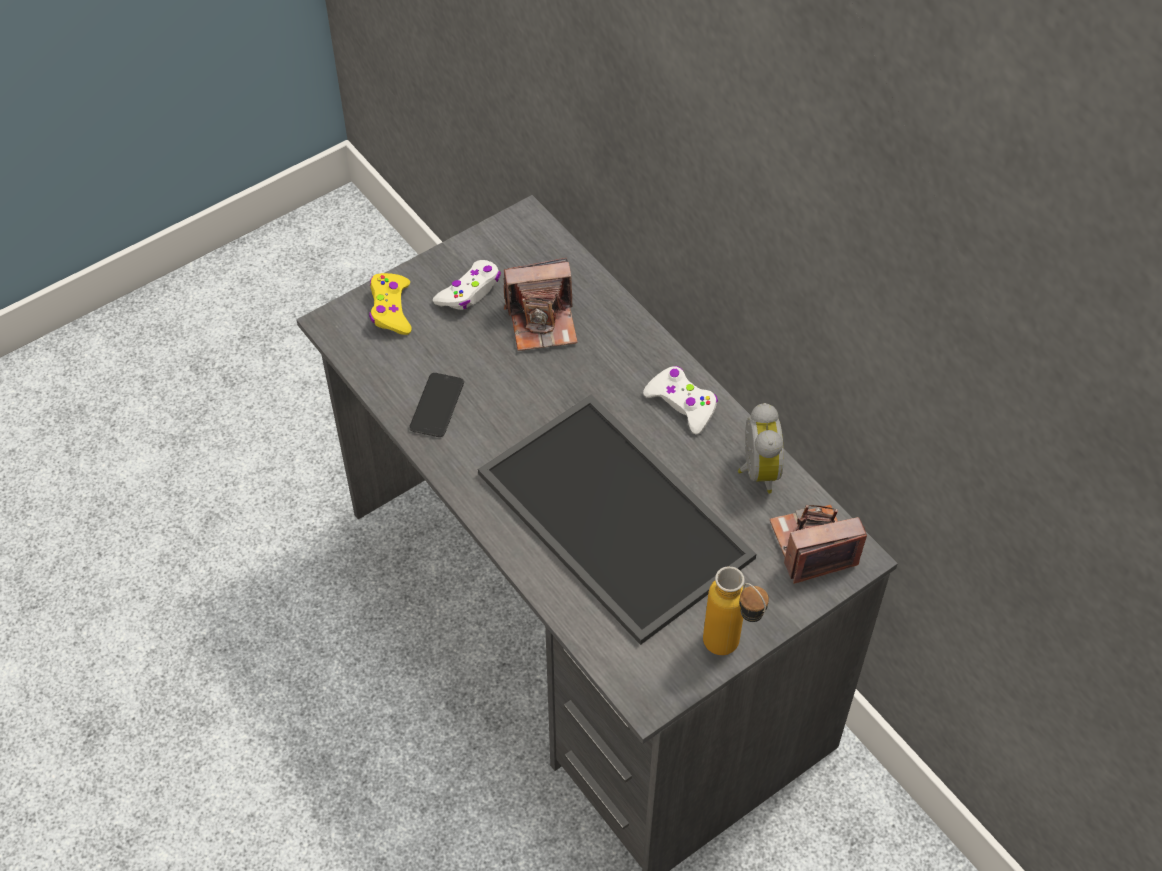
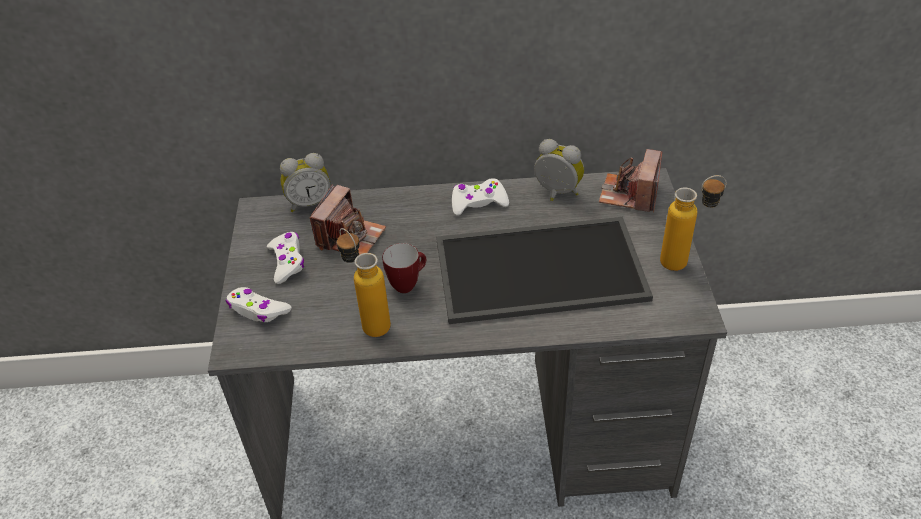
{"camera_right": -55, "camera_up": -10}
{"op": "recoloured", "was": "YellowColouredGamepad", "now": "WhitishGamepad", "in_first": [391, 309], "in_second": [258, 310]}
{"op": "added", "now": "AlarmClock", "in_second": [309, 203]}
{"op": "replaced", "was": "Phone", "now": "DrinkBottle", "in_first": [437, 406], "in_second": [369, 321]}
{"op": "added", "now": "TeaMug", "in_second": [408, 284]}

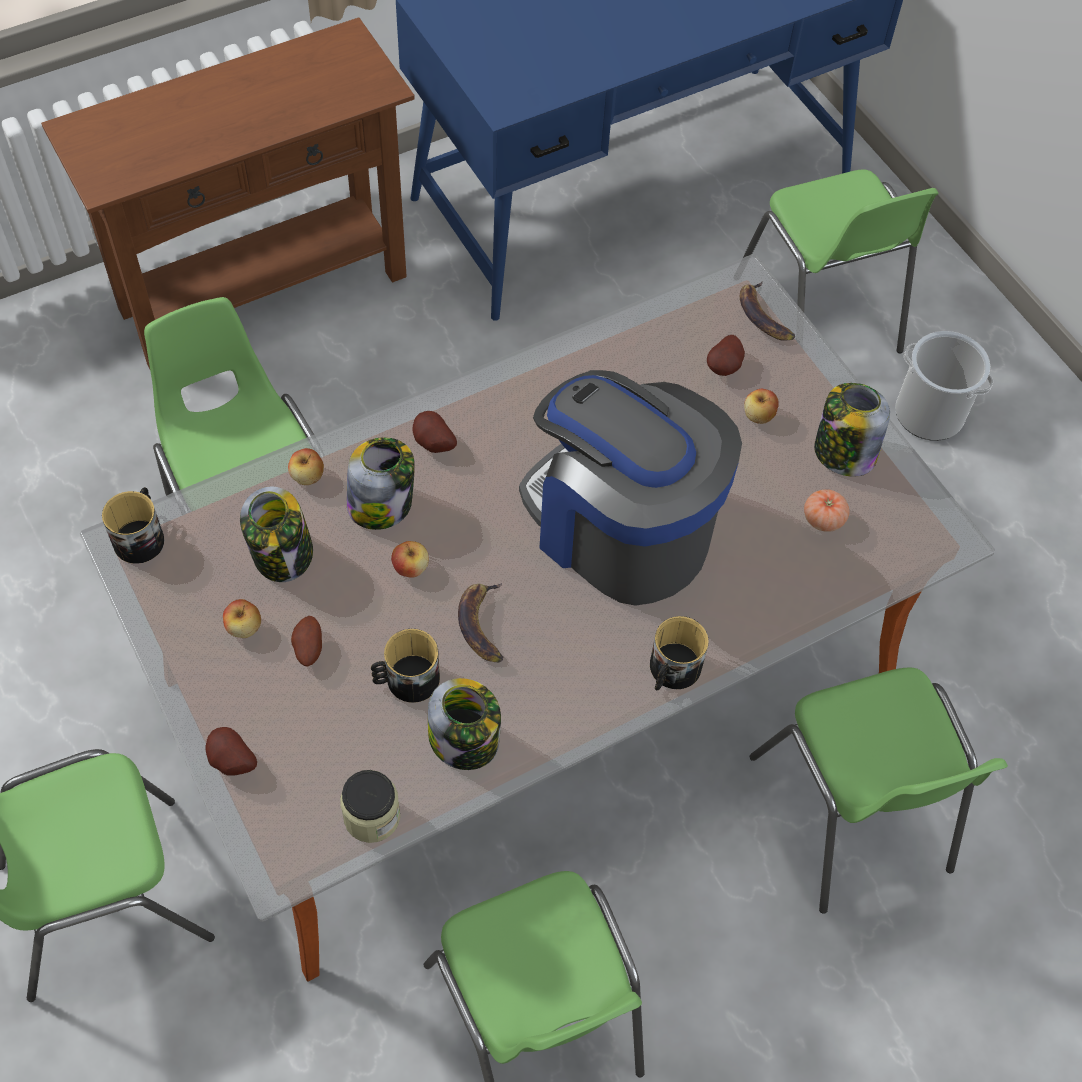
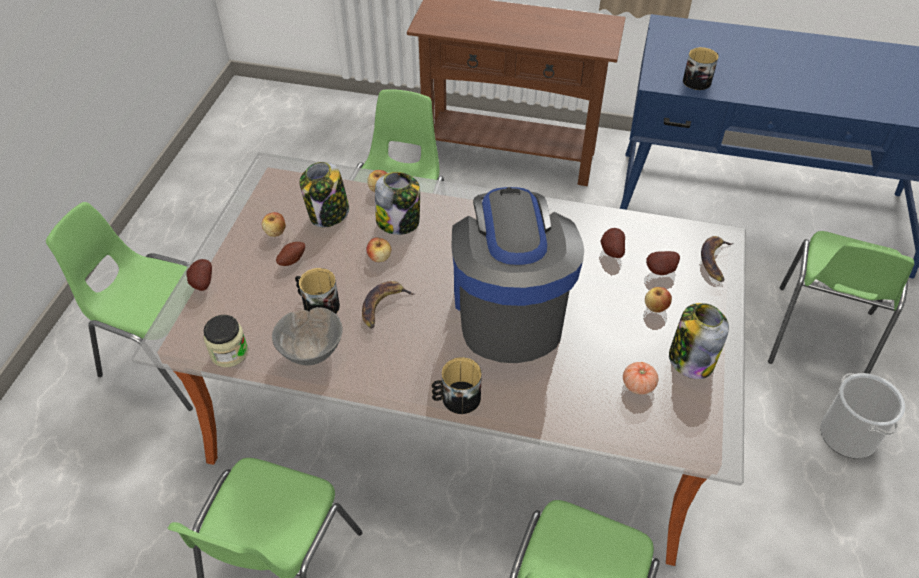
{"camera_right": 45, "camera_up": -10}
{"op": "replaced", "was": "Jar", "now": "GrayBowl", "in_first": [465, 741], "in_second": [312, 352]}
{"op": "moved", "was": "Potato", "in_first": [432, 444], "in_second": [611, 251]}
{"op": "moved", "was": "TeaMug", "in_first": [141, 536], "in_second": [699, 80]}

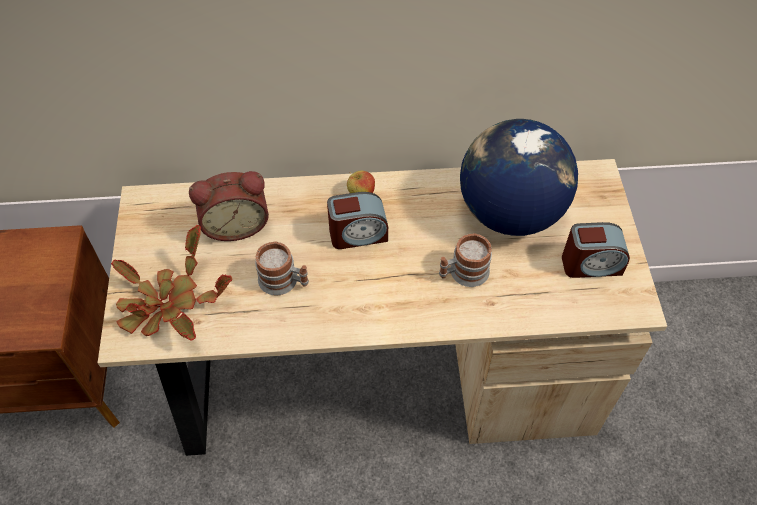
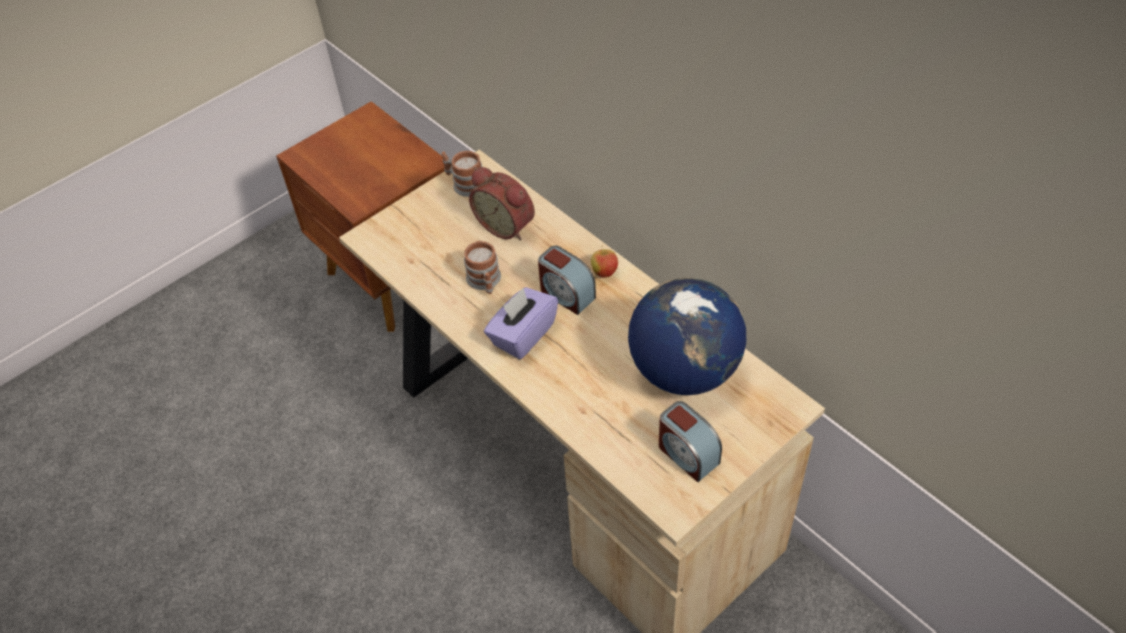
{"camera_right": 55, "camera_up": -5}
{"op": "moved", "was": "TeaMug", "in_first": [463, 273], "in_second": [464, 184]}
{"op": "added", "now": "PurpleColouredBoxOfTissues", "in_second": [522, 335]}
{"op": "removed", "was": "Houseplant", "in_first": [167, 305]}

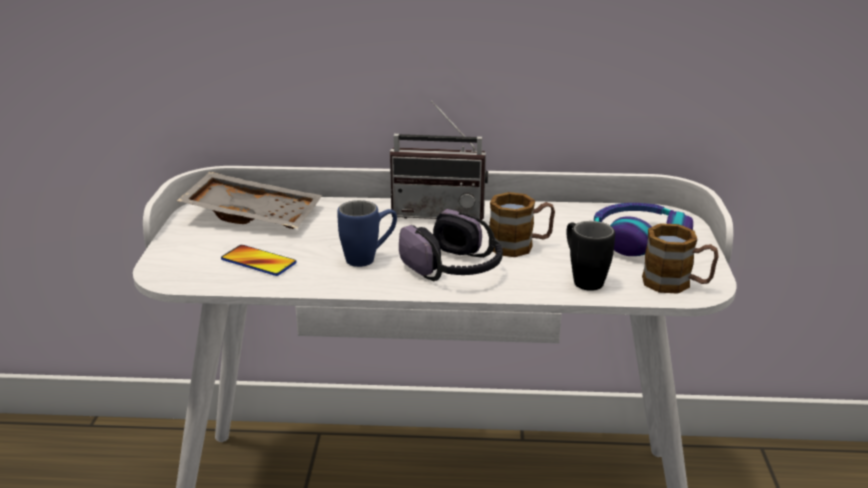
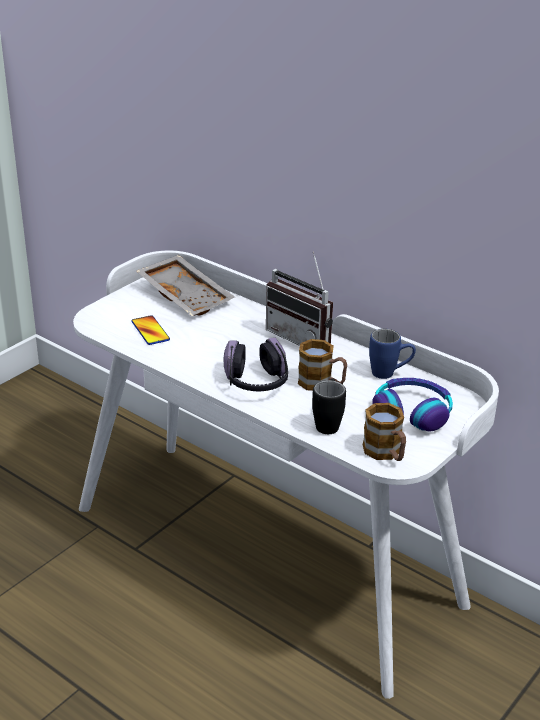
{"camera_right": 35, "camera_up": 5}
{"op": "moved", "was": "BlueTeaMug", "in_first": [369, 258], "in_second": [390, 374]}

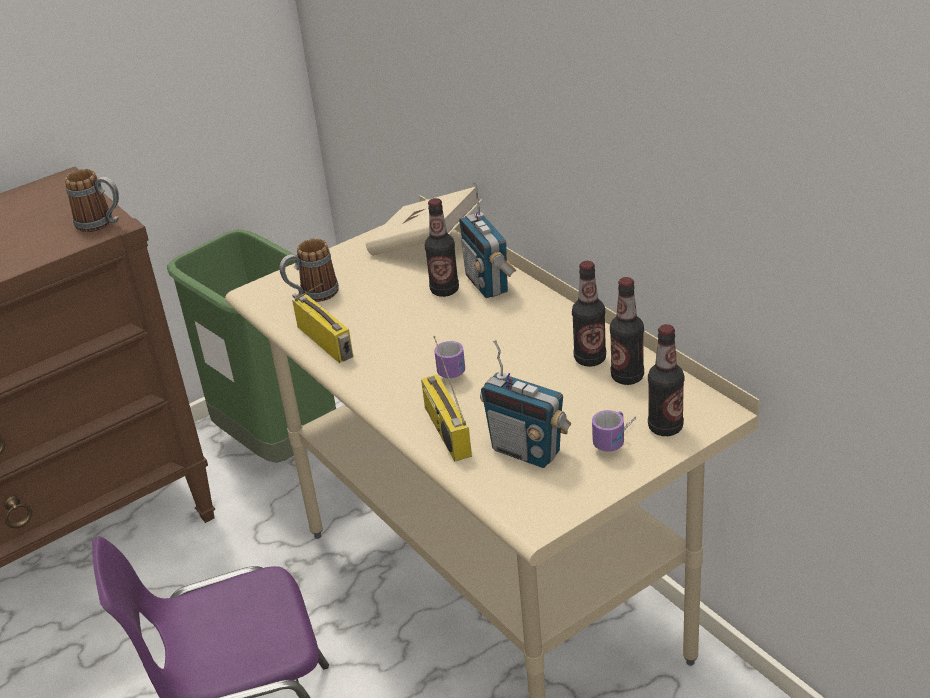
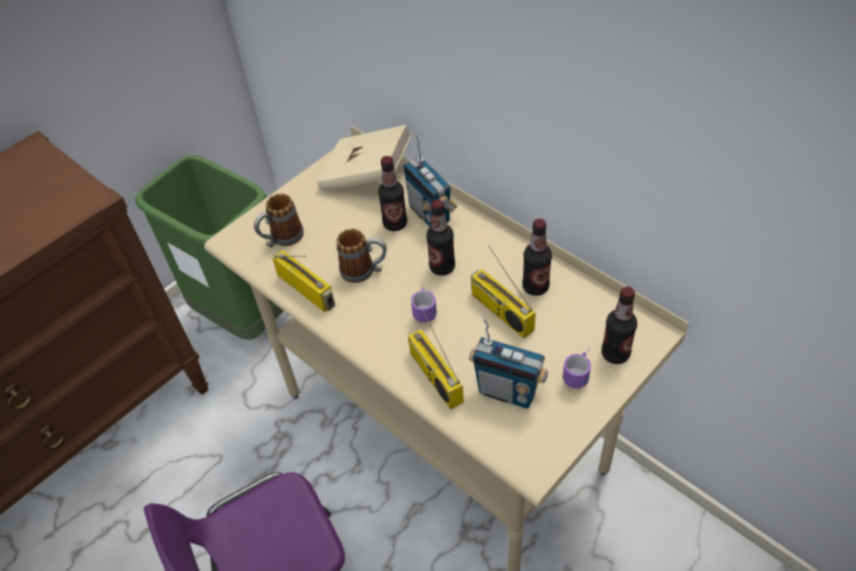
{"camera_right": -10, "camera_up": 15}
{"op": "moved", "was": "TeaMug", "in_first": [101, 224], "in_second": [365, 271]}
{"op": "moved", "was": "DrinkBottle", "in_first": [627, 377], "in_second": [442, 267]}
{"op": "added", "now": "RadioSet", "in_second": [500, 312]}

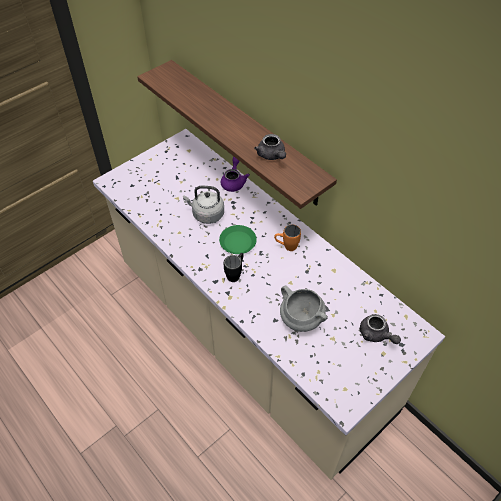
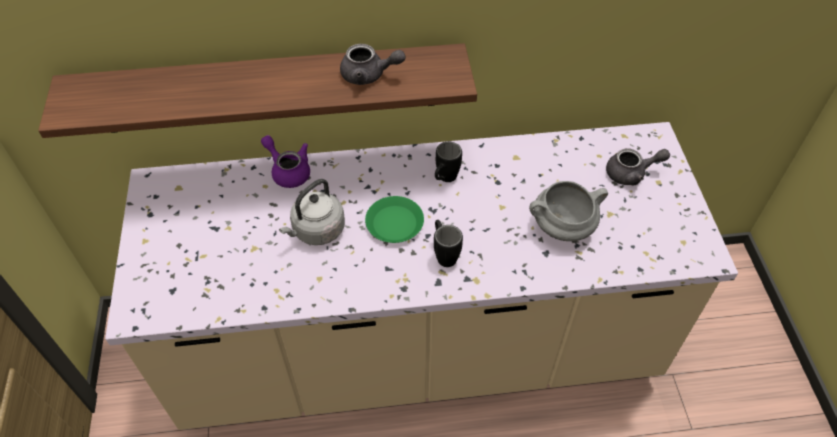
{"camera_right": -55, "camera_up": 0}
{"op": "recoloured", "was": "OrangeColouredTeaMug", "now": "BlackTeaMug", "in_first": [286, 246], "in_second": [444, 180]}

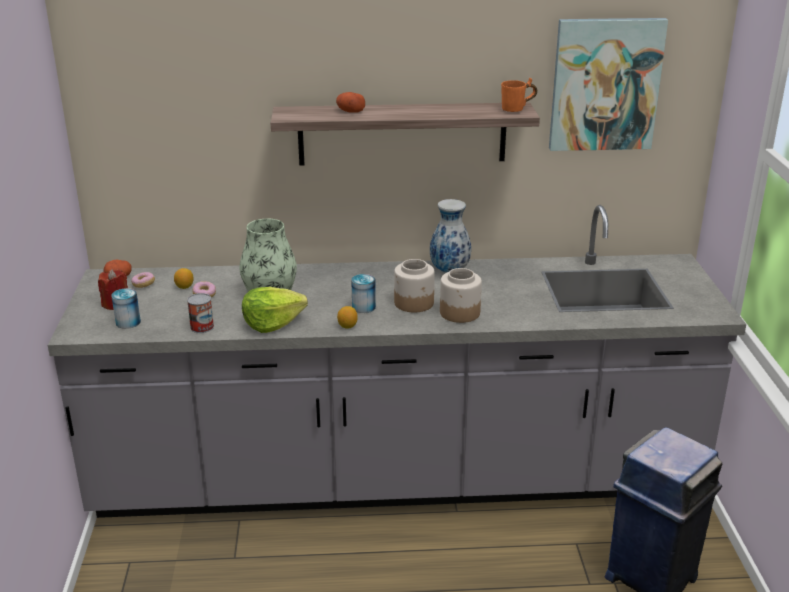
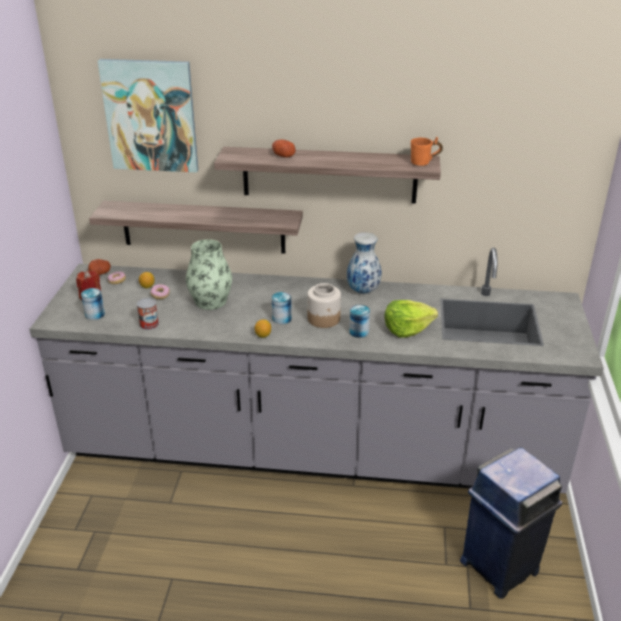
{"camera_right": 10, "camera_up": 5}
{"op": "added", "now": "Shelf", "in_second": [203, 227]}
{"op": "moved", "was": "WallPicture", "in_first": [605, 84], "in_second": [151, 116]}
{"op": "replaced", "was": "Jar", "now": "SealedCan", "in_first": [460, 313], "in_second": [359, 332]}
{"op": "moved", "was": "HeadOfLettuce", "in_first": [272, 323], "in_second": [407, 329]}

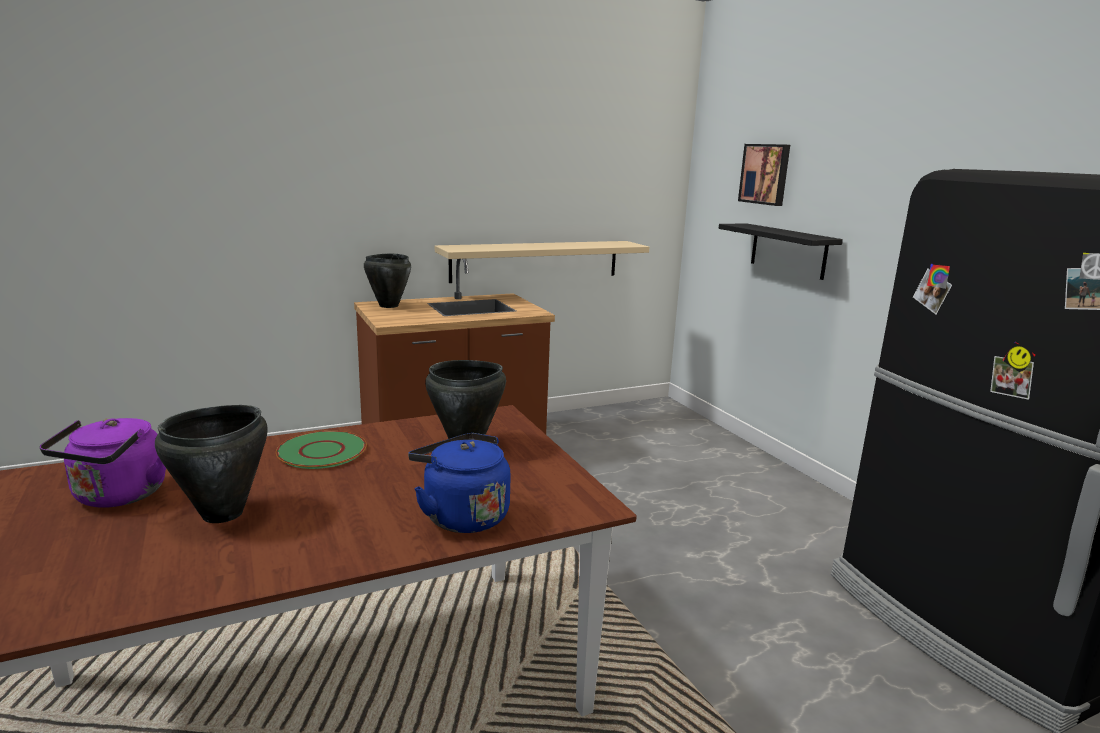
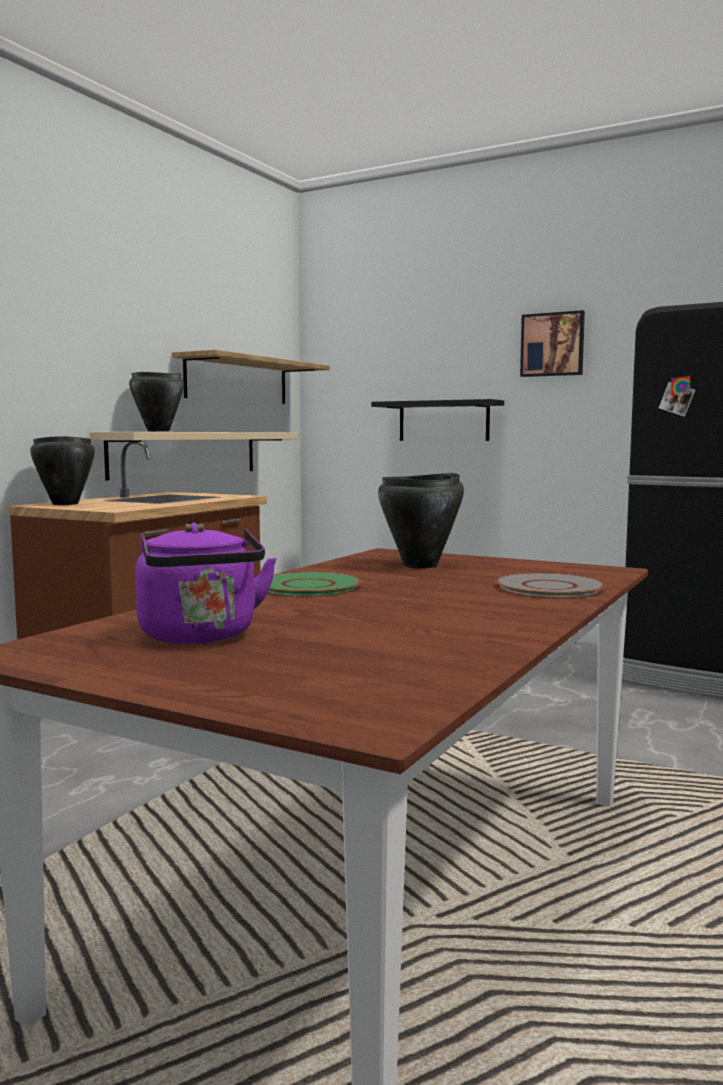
{"camera_right": -35, "camera_up": -10}
{"op": "moved", "was": "BlackSaucepot", "in_first": [223, 514], "in_second": [159, 431]}
{"op": "added", "now": "Shelf", "in_second": [237, 380]}
{"op": "replaced", "was": "BlueWaterKettle", "now": "GrayPlate", "in_first": [462, 515], "in_second": [548, 587]}
{"op": "moved", "was": "WallPicture", "in_first": [765, 174], "in_second": [552, 344]}

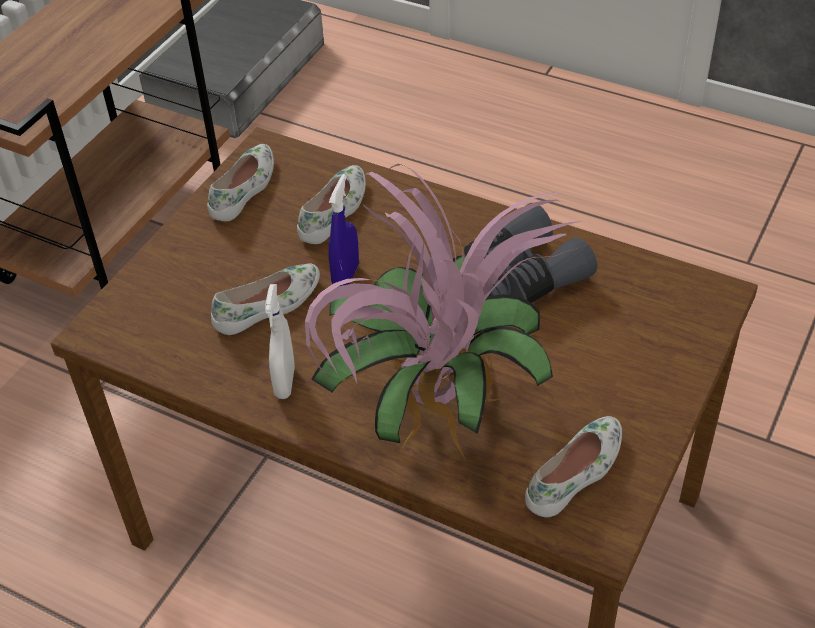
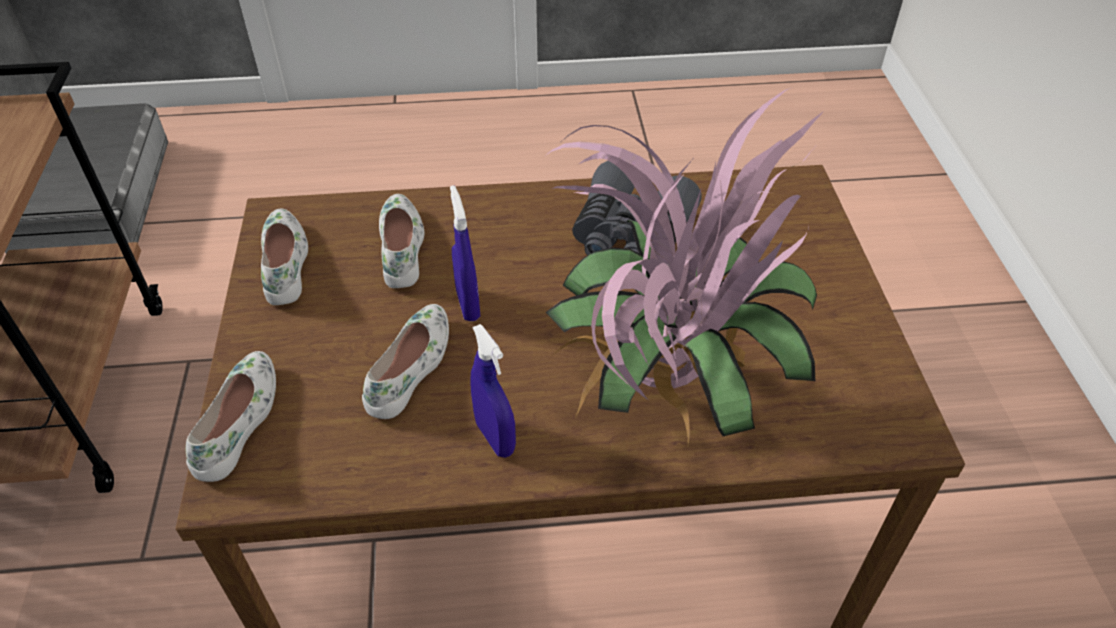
{"camera_right": -35, "camera_up": 0}
{"op": "moved", "was": "WhitishItemOfFootwear", "in_first": [576, 473], "in_second": [239, 422]}
{"op": "recoloured", "was": "WhitishHandSprayer", "now": "BlueHandSprayer", "in_first": [285, 382], "in_second": [495, 438]}

